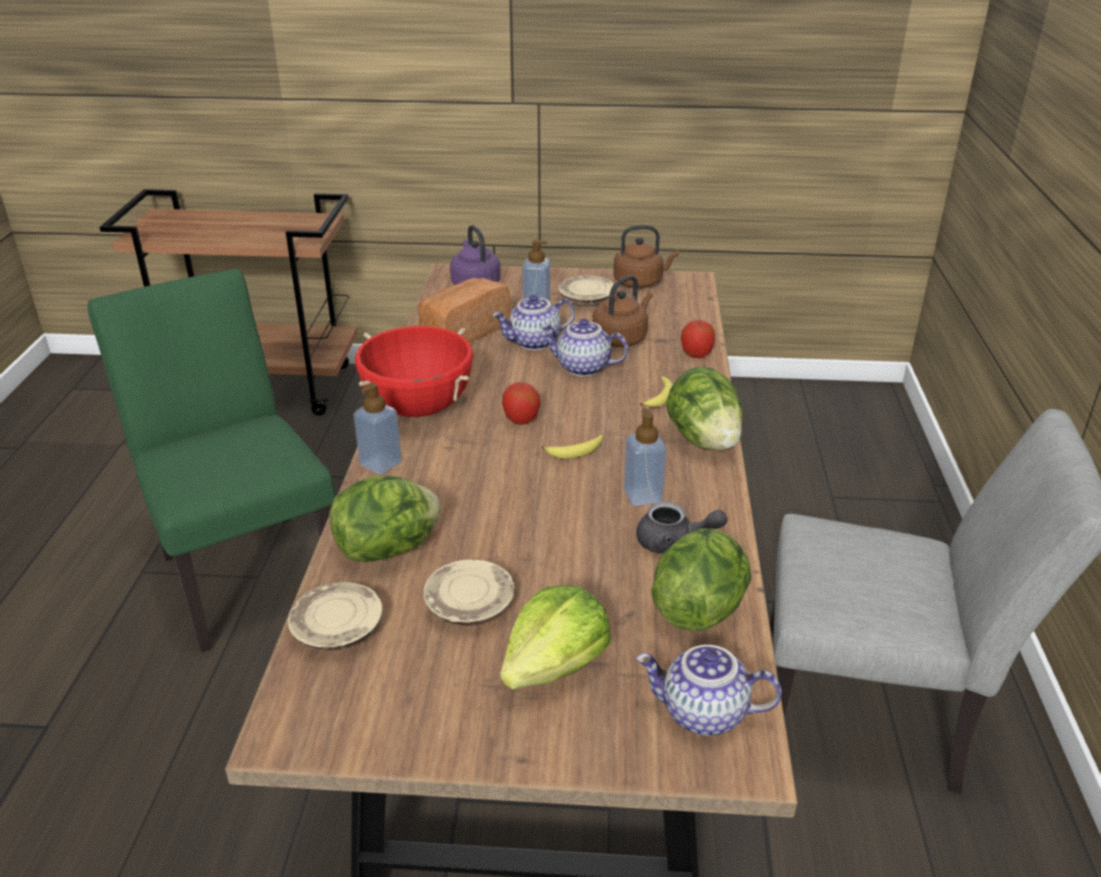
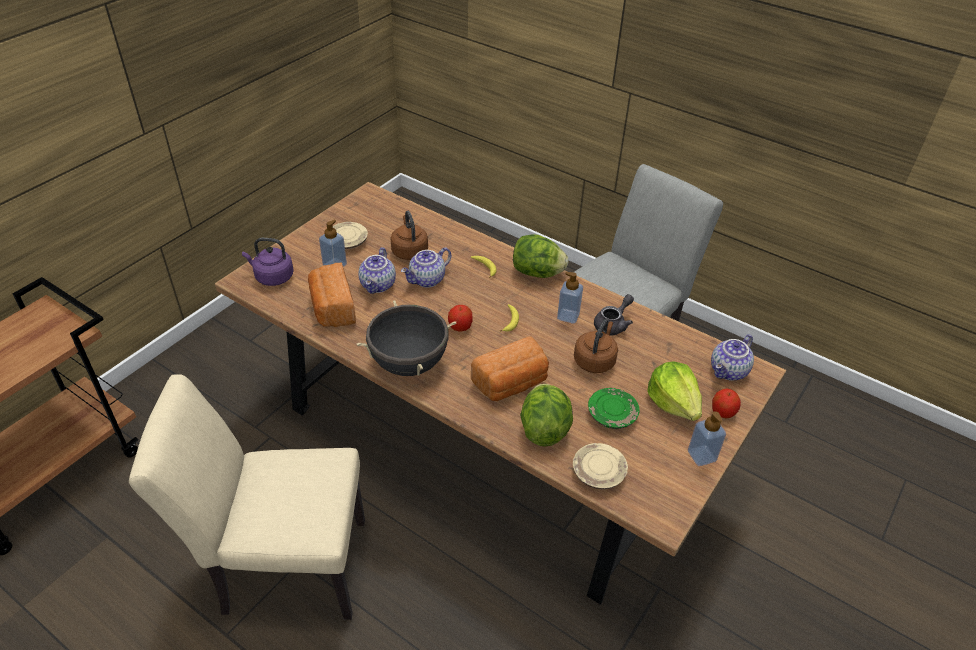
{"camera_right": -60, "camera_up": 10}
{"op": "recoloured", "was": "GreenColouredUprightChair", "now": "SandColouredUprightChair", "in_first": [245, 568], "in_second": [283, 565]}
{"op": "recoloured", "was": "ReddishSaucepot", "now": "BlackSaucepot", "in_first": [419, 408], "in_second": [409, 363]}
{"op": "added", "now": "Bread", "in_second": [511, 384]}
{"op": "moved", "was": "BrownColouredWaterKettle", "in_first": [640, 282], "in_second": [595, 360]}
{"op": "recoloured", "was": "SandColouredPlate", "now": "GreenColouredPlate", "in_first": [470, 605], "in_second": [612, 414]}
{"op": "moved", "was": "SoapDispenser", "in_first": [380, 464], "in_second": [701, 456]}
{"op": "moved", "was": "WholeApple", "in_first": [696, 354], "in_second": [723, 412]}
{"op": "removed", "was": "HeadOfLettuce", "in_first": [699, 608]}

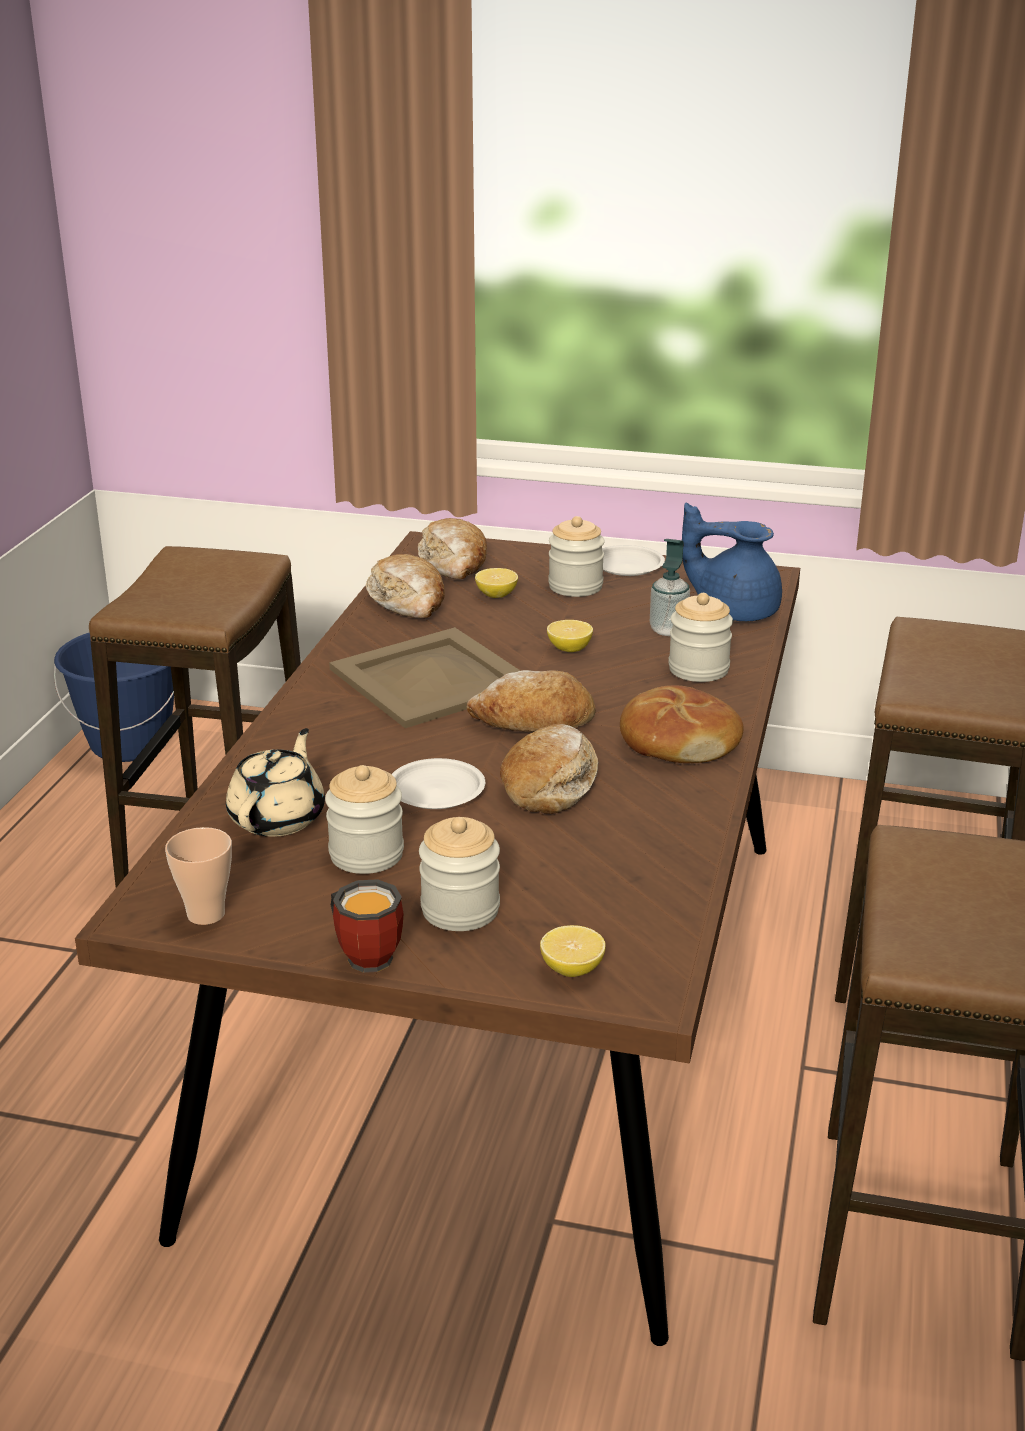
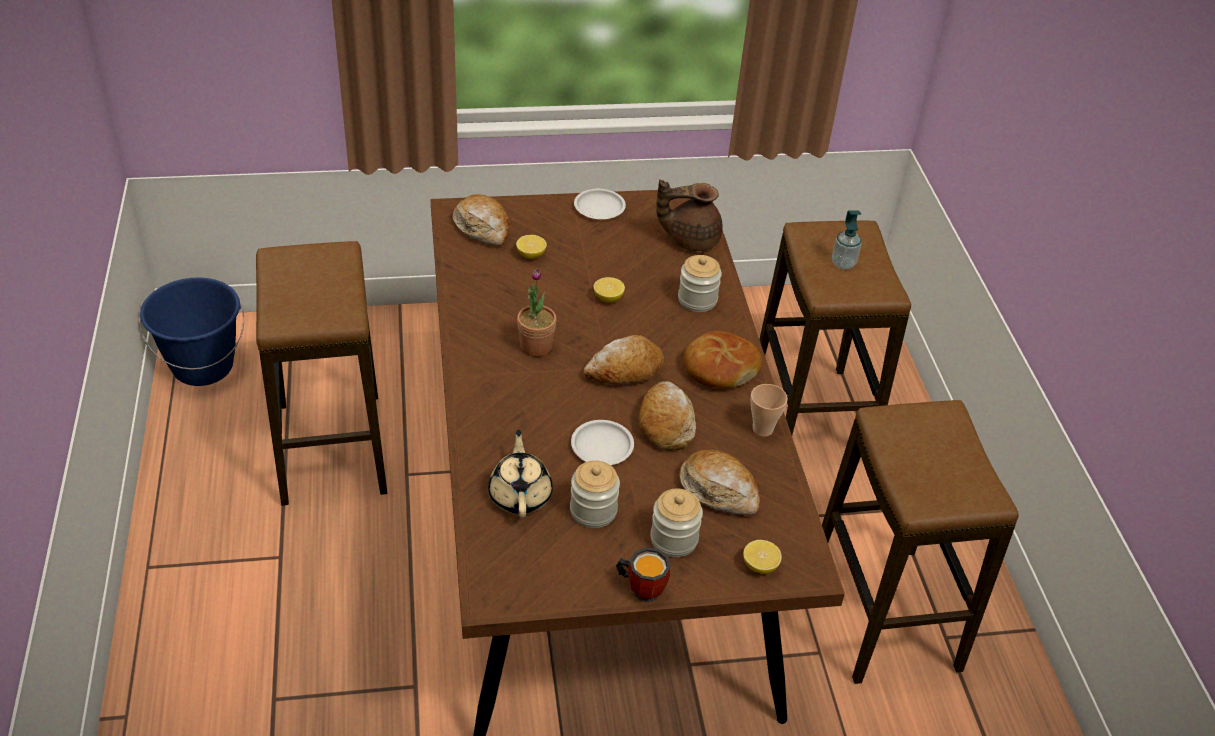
{"camera_right": -25, "camera_up": 15}
{"op": "replaced", "was": "SandColouredCarryingTray", "now": "Houseplant", "in_first": [429, 678], "in_second": [536, 346]}
{"op": "recoloured", "was": "BlueTeapot", "now": "BrownColouredTeapot", "in_first": [734, 610], "in_second": [689, 239]}
{"op": "moved", "was": "Bread", "in_first": [408, 602], "in_second": [719, 491]}
{"op": "moved", "was": "SmallCup", "in_first": [206, 914], "in_second": [762, 429]}
{"op": "moved", "was": "SoapDispenser", "in_first": [668, 630], "in_second": [843, 263]}
{"op": "removed", "was": "Jar", "in_first": [575, 586]}

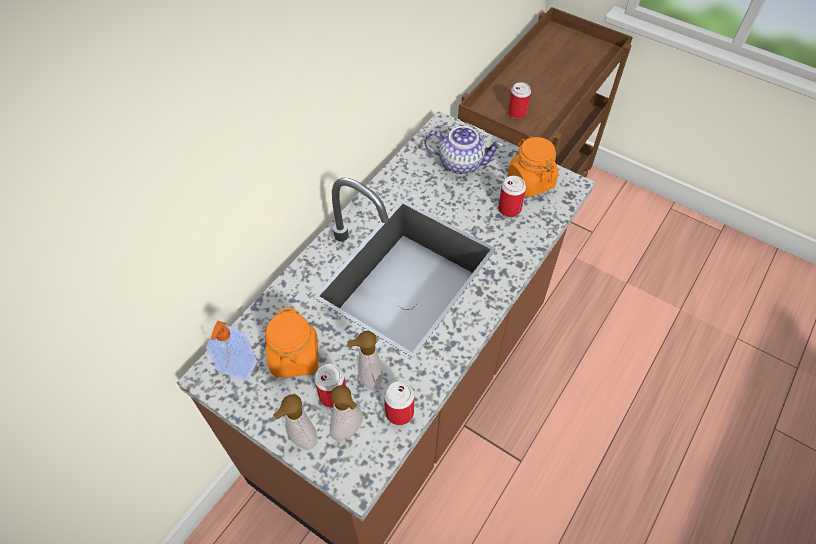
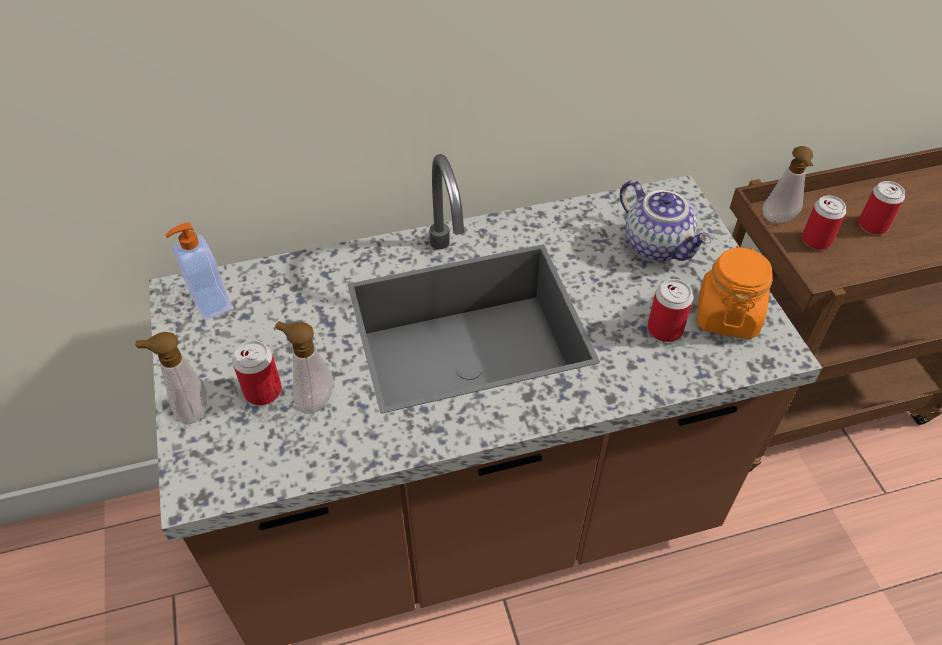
{"camera_right": 40, "camera_up": -5}
{"op": "moved", "was": "SoapDispenser", "in_first": [349, 431], "in_second": [779, 220]}
{"op": "moved", "was": "SealedCan", "in_first": [399, 412], "in_second": [872, 225]}
{"op": "removed", "was": "OrangeColouredJar", "in_first": [295, 357]}

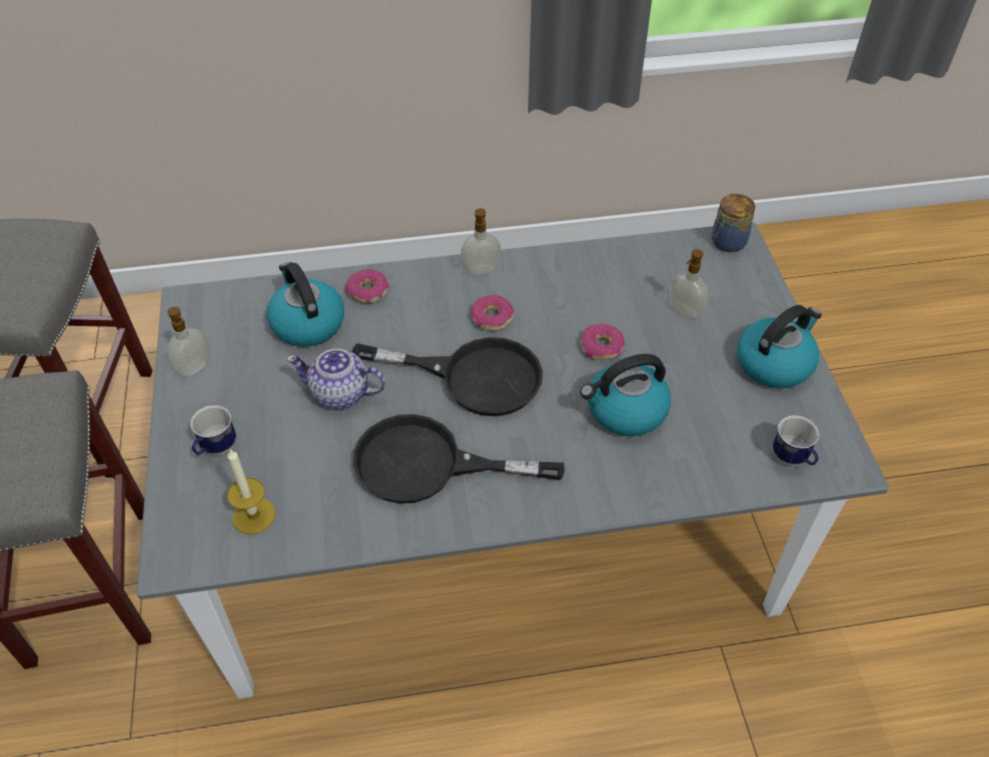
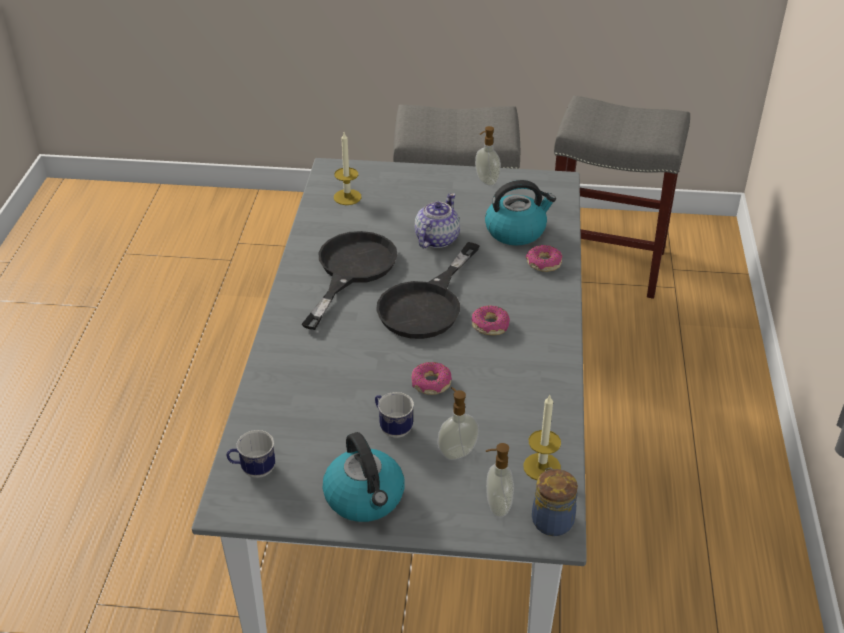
{"camera_right": 105, "camera_up": -10}
{"op": "moved", "was": "TeaMug", "in_first": [216, 449], "in_second": [392, 427]}
{"op": "moved", "was": "SoapDispenser", "in_first": [481, 271], "in_second": [497, 506]}
{"op": "added", "now": "WaxCandle", "in_second": [542, 467]}
{"op": "removed", "was": "WaterKettle", "in_first": [625, 411]}

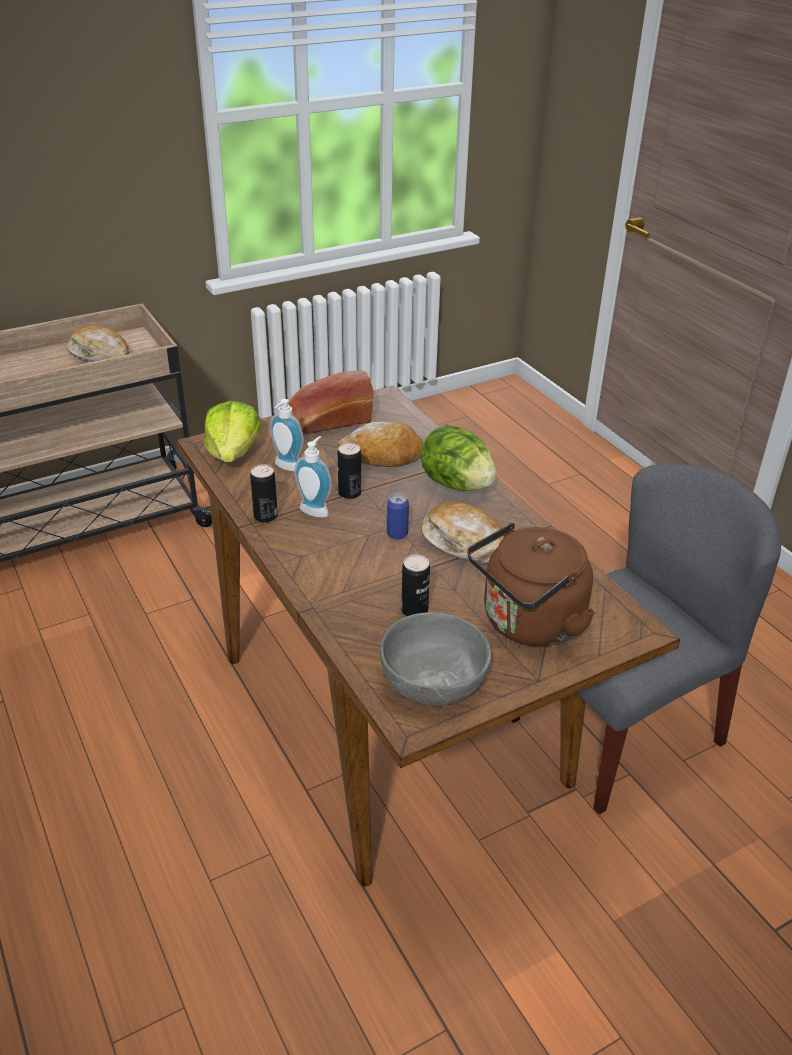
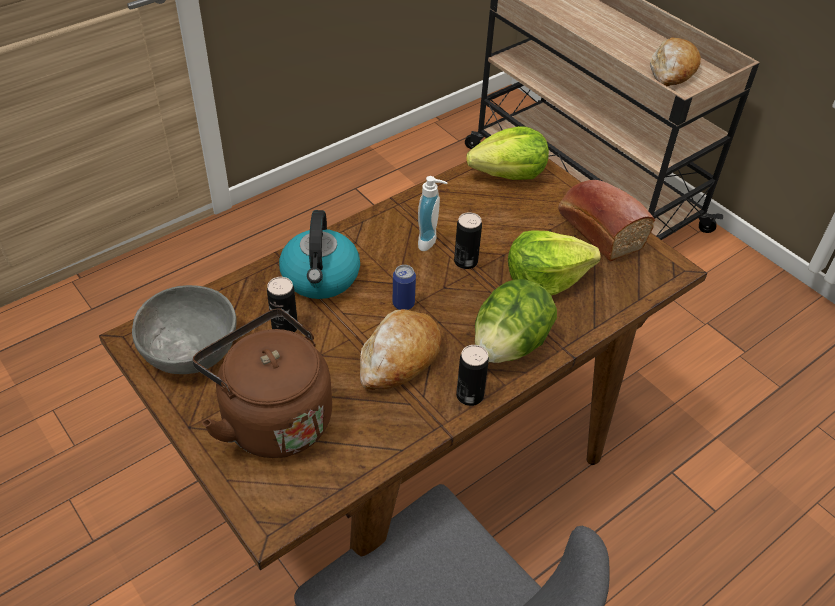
{"camera_right": 80, "camera_up": 10}
{"op": "added", "now": "WaterKettle", "in_second": [321, 278]}
{"op": "moved", "was": "SealedCan", "in_first": [265, 516], "in_second": [469, 395]}
{"op": "replaced", "was": "Bread", "now": "HeadOfLettuce", "in_first": [383, 456], "in_second": [545, 279]}
{"op": "removed", "was": "SoapDispenser", "in_first": [286, 467]}

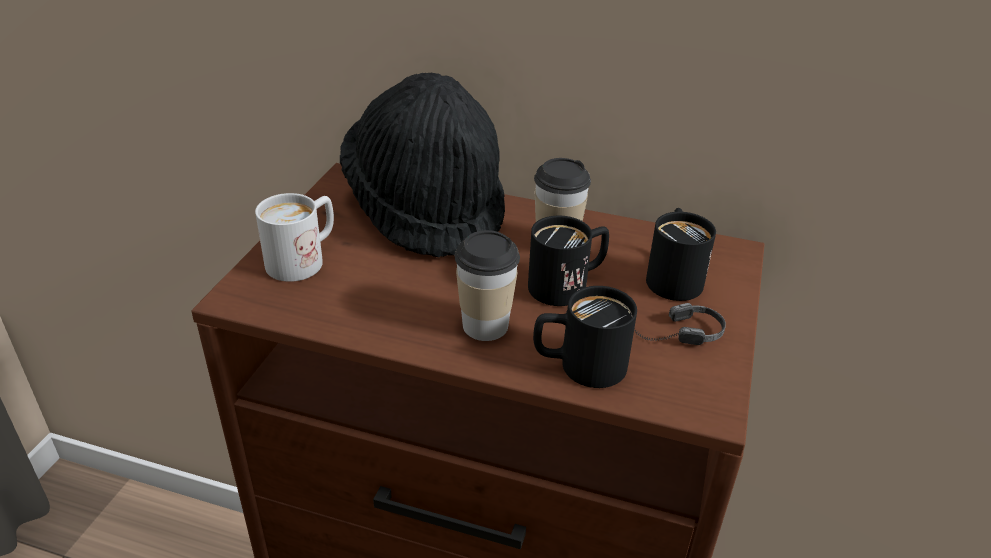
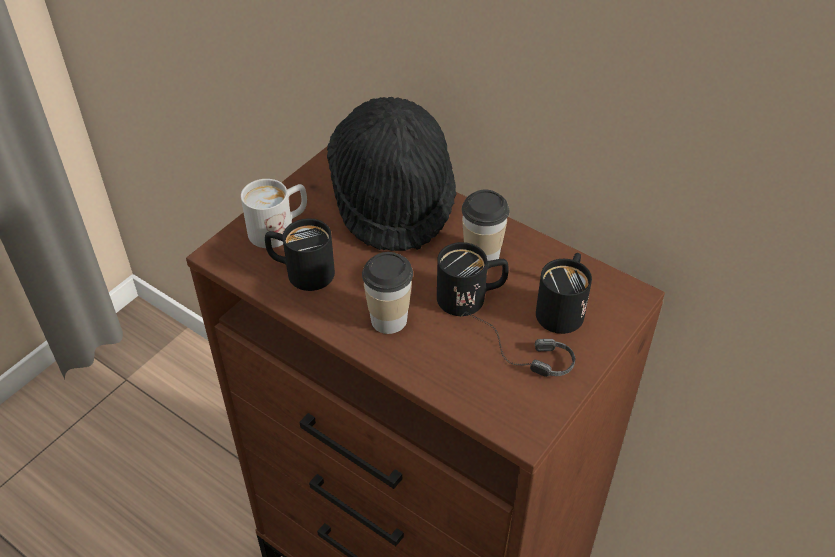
{"camera_right": 20, "camera_up": 10}
{"op": "moved", "was": "BlackTeaMug", "in_first": [579, 366], "in_second": [301, 272]}

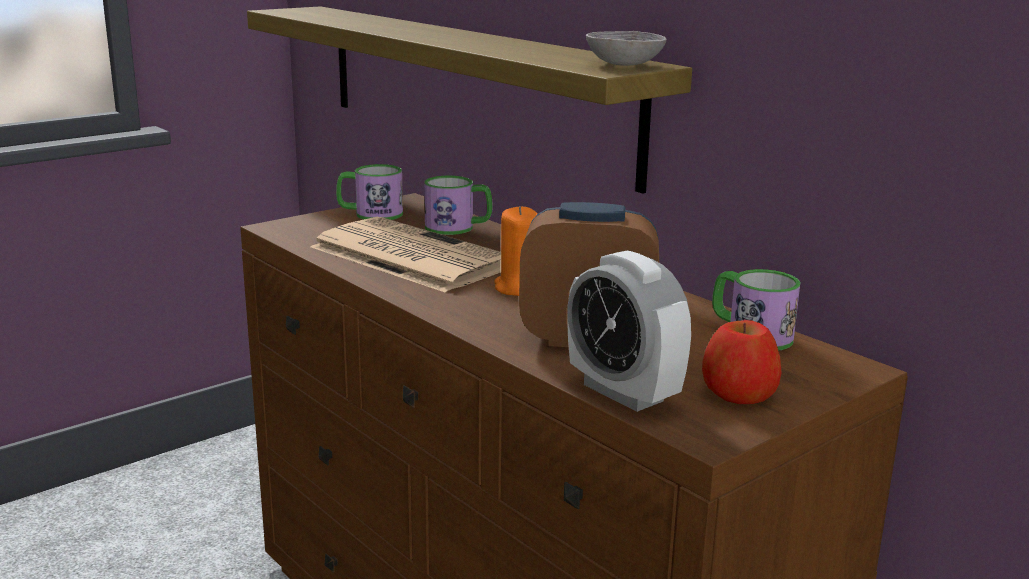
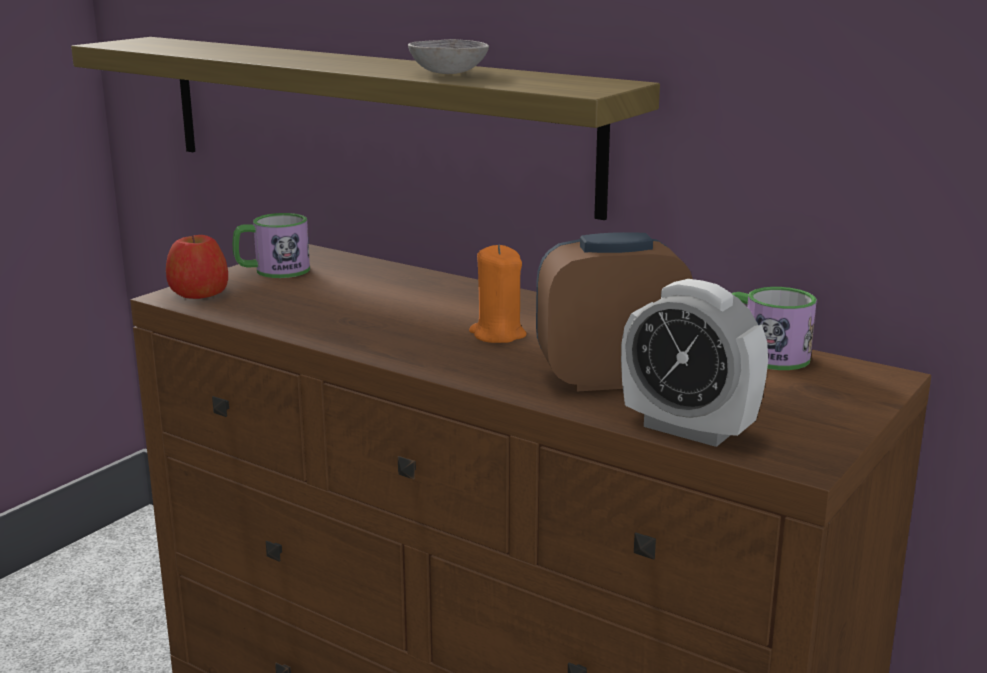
{"camera_right": -15, "camera_up": 0}
{"op": "moved", "was": "WholeApple", "in_first": [739, 392], "in_second": [199, 292]}
{"op": "moved", "was": "GrayBowl", "in_first": [624, 64], "in_second": [448, 73]}
{"op": "removed", "was": "DailyPaper", "in_first": [408, 256]}
{"op": "removed", "was": "TeaMug", "in_first": [458, 228]}

